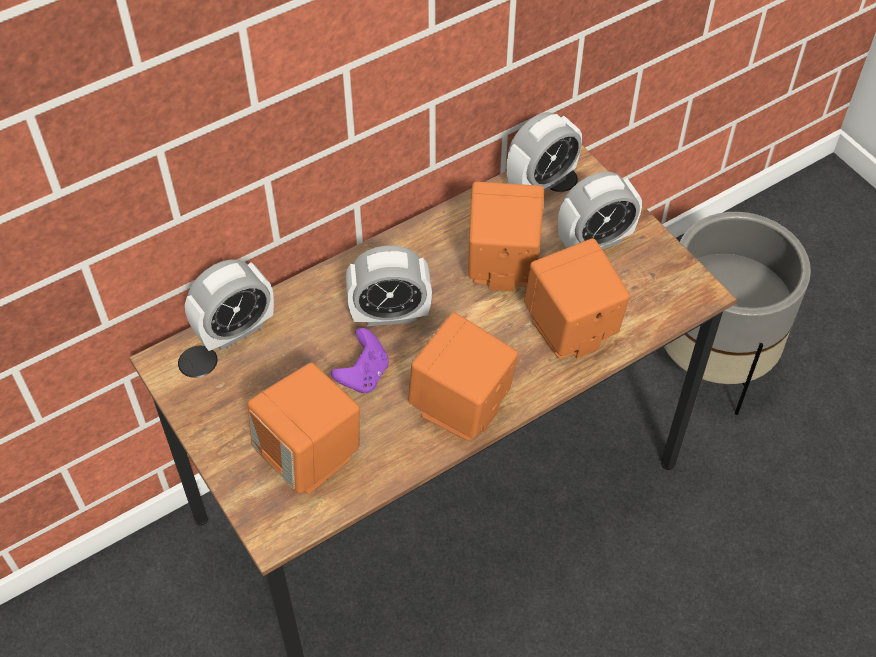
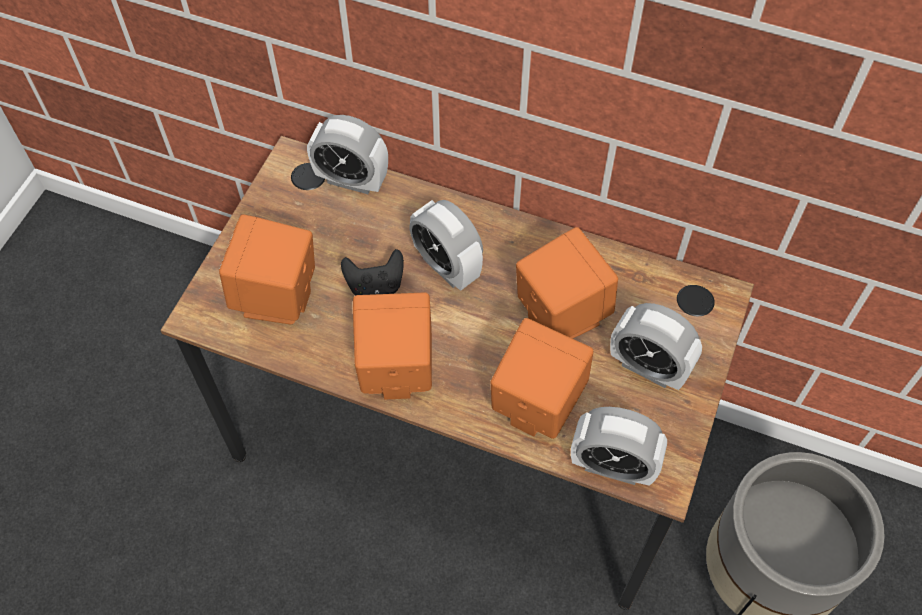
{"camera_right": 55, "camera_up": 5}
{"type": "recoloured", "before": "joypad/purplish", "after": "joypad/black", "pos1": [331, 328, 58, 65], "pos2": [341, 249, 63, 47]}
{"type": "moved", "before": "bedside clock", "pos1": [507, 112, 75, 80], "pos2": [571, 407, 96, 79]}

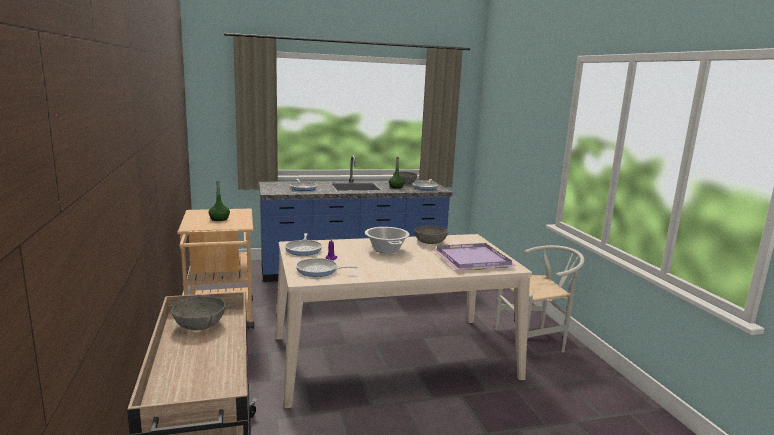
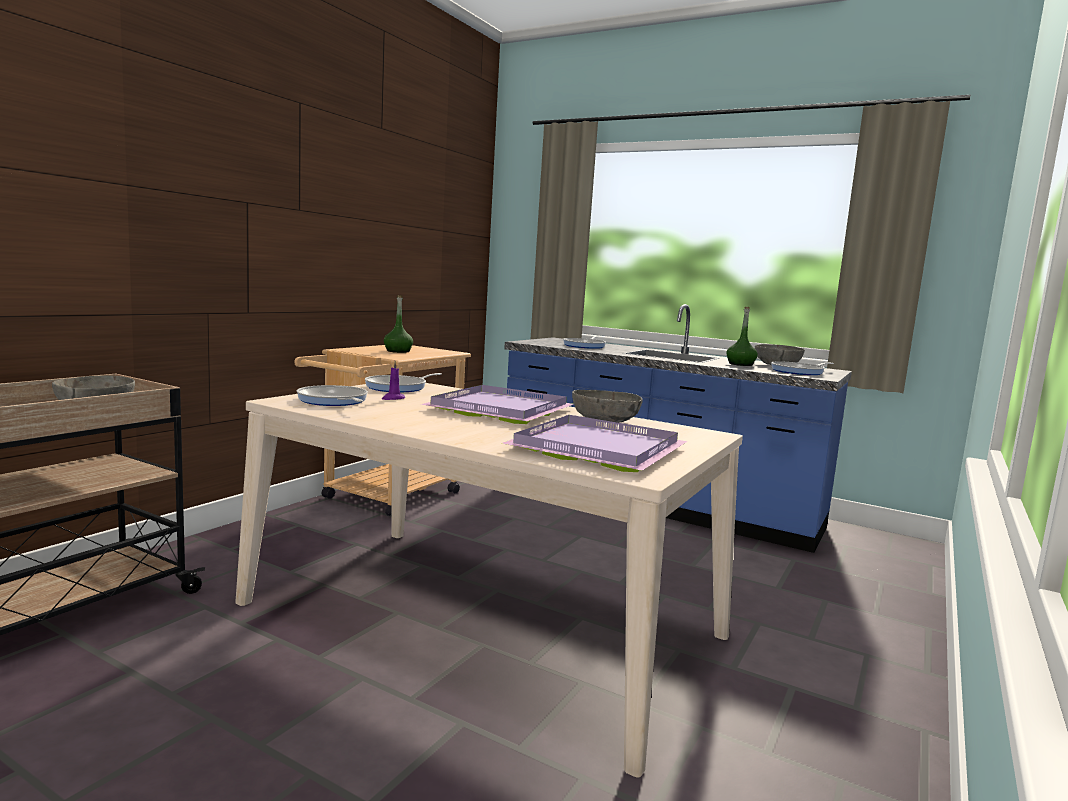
{"camera_right": 45, "camera_up": -5}
{"type": "replaced", "before": "saucepot", "after": "carrying tray/purplish", "pos1": [365, 227, 45, 27], "pos2": [421, 385, 153, 39]}
{"type": "removed", "before": "upright chair/white-coloured", "pos1": [495, 245, 90, 108]}

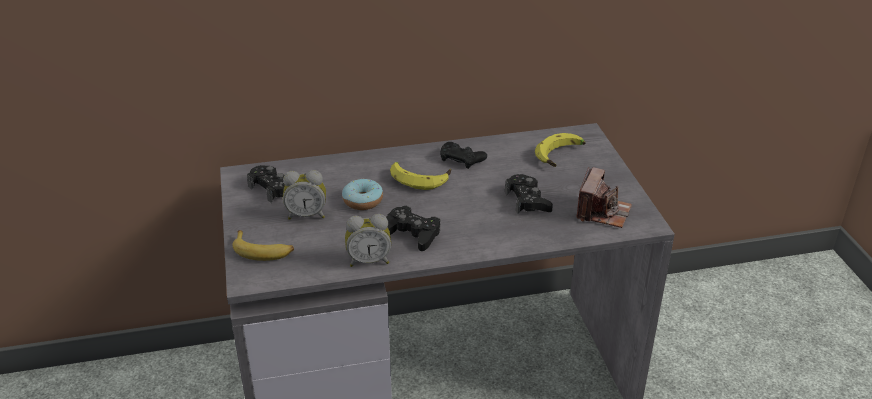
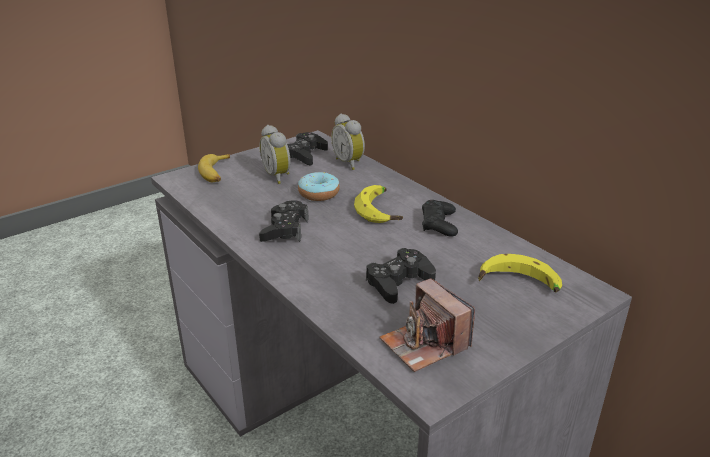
{"camera_right": 65, "camera_up": -5}
{"type": "moved", "before": "bedside clock", "pos1": [345, 214, 46, 53], "pos2": [331, 114, 34, 56]}
{"type": "turned", "before": "still camera", "pos1": [576, 167, 56, 61], "pos2": [379, 278, 96, 94], "turn": 60}

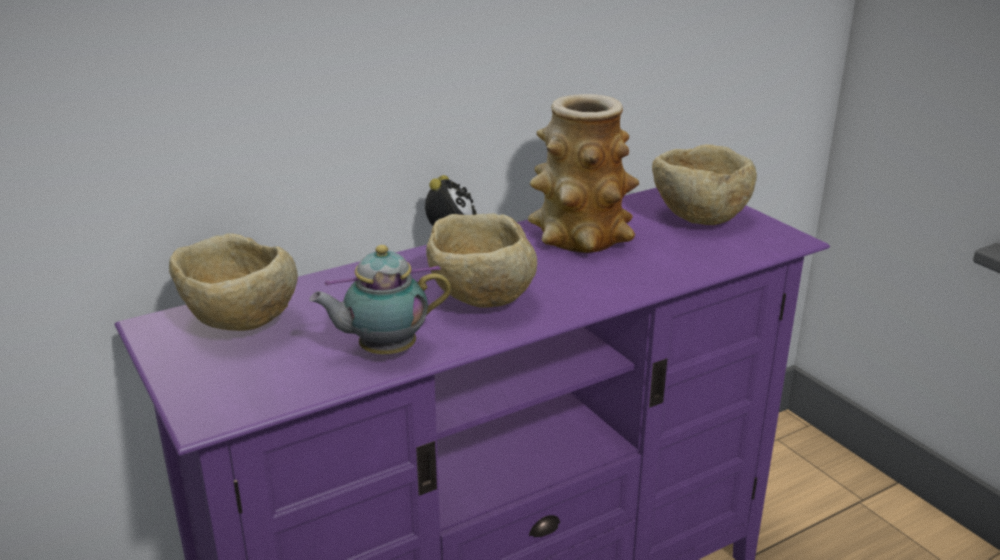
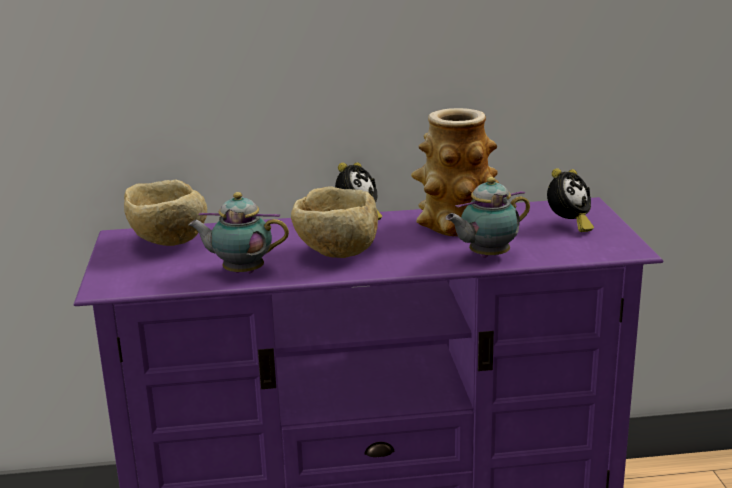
{"camera_right": 25, "camera_up": -5}
{"type": "added", "after": "pot for tea", "pos2": [445, 177, 85, 81]}
{"type": "replaced", "before": "bowl/beige", "after": "bedside clock", "pos1": [652, 144, 105, 81], "pos2": [547, 168, 47, 64]}

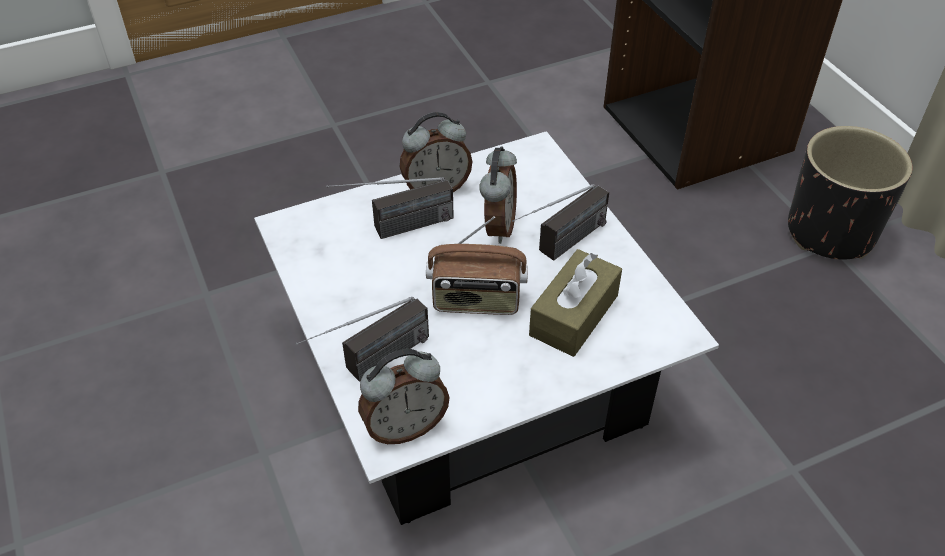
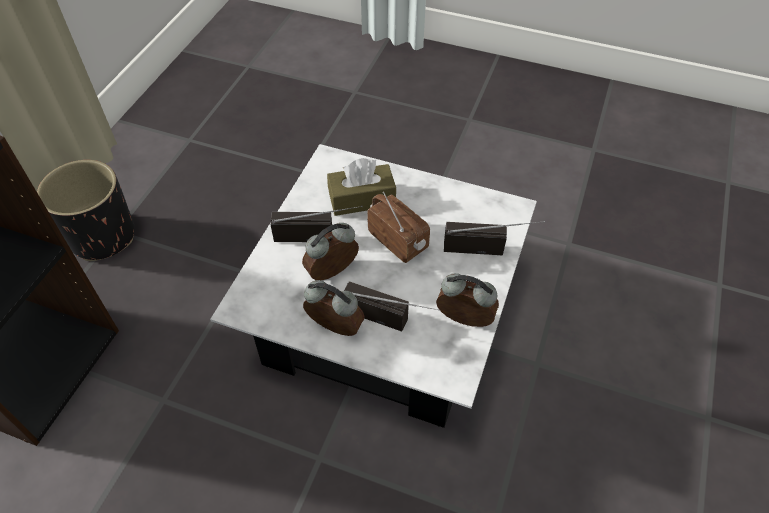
{"camera_right": -135, "camera_up": 5}
{"type": "moved", "before": "bedside clock", "pos1": [358, 349, 92, 95], "pos2": [436, 273, 63, 54]}

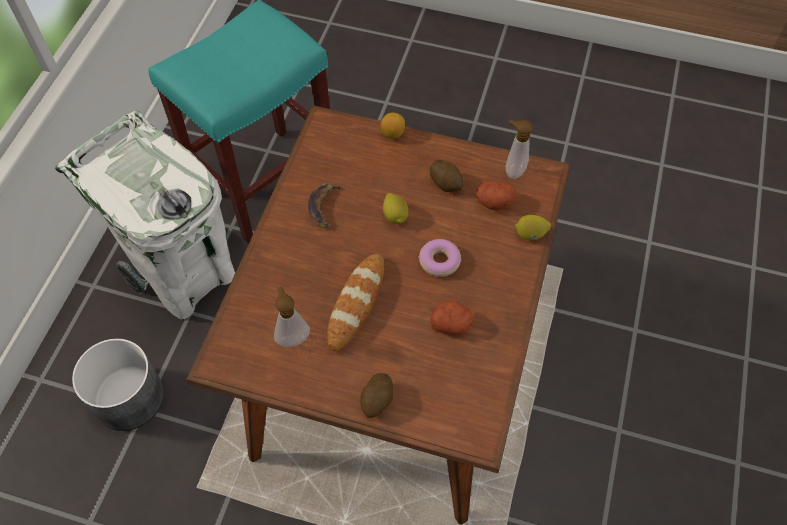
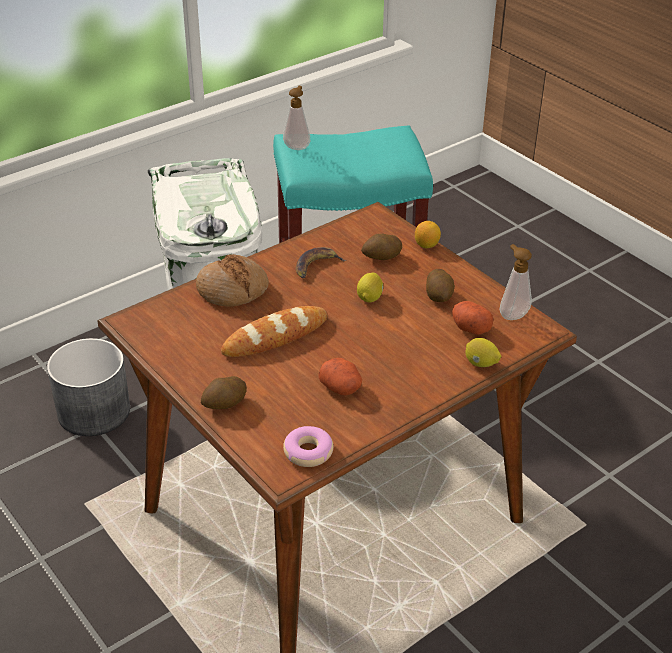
{"camera_right": 35, "camera_up": -20}
{"type": "added", "after": "baked bread", "pos2": [196, 254, 73, 53]}
{"type": "moved", "before": "soap dispenser", "pos1": [274, 287, 36, 60], "pos2": [283, 86, 27, 64]}
{"type": "moved", "before": "ring doughnut", "pos1": [418, 239, 43, 38], "pos2": [283, 426, 50, 41]}
{"type": "added", "after": "spud", "pos2": [361, 234, 41, 26]}

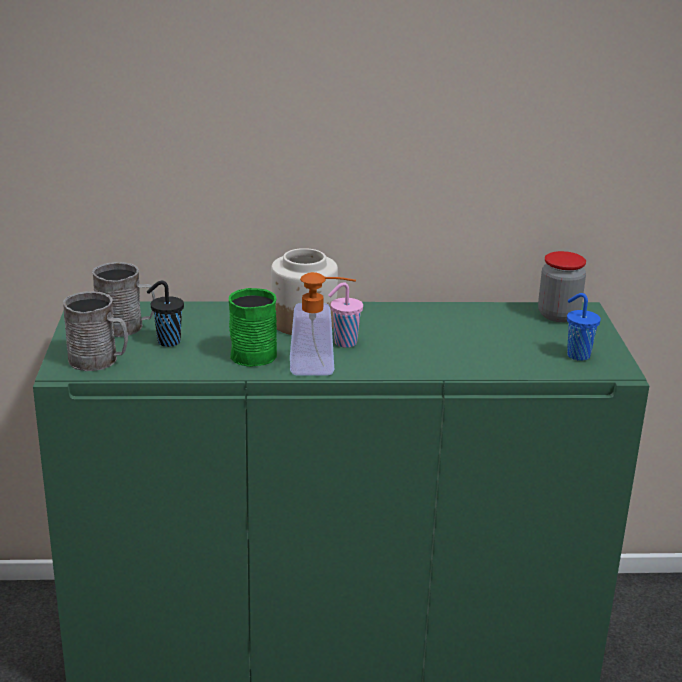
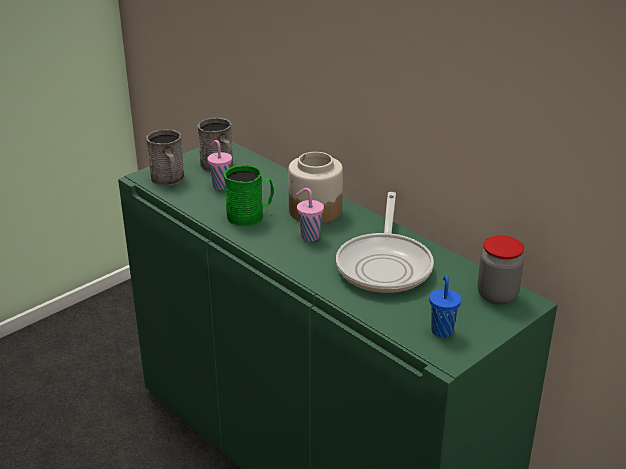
{"camera_right": 50, "camera_up": 5}
{"type": "recoloured", "before": "cup/black", "after": "cup/pink-coloured", "pos1": [147, 281, 37, 66], "pos2": [207, 140, 25, 50]}
{"type": "added", "after": "skillet", "pos2": [336, 192, 98, 101]}
{"type": "removed", "before": "soap dispenser", "pos1": [290, 272, 66, 104]}

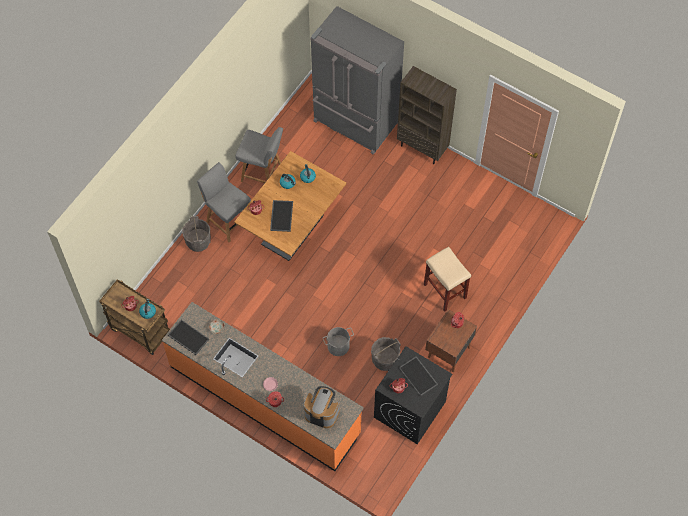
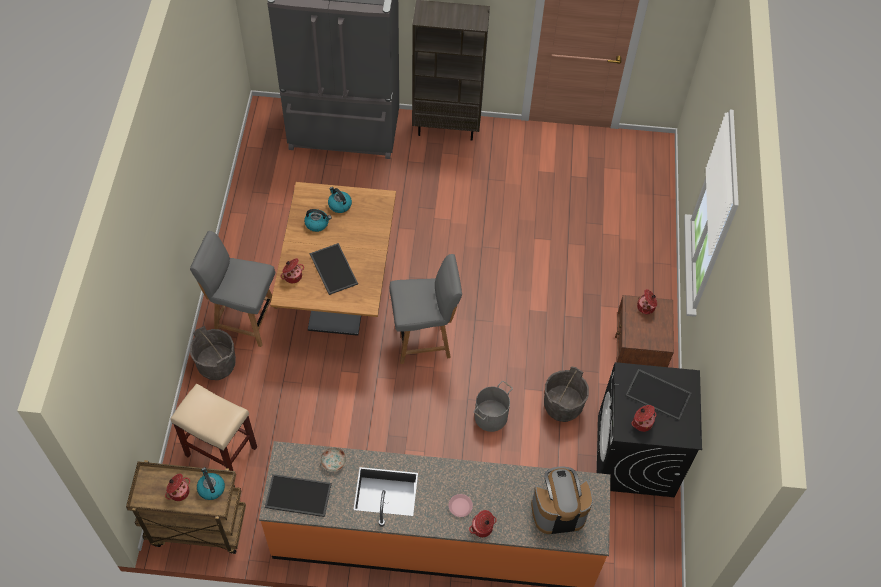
{"camera_right": -30, "camera_up": -5}
{"type": "moved", "before": "sitting stool/beige", "pos1": [424, 247, 47, 65], "pos2": [171, 384, 86, 95]}
{"type": "moved", "before": "upright chair/grey", "pos1": [235, 127, 48, 56], "pos2": [390, 254, 72, 110]}

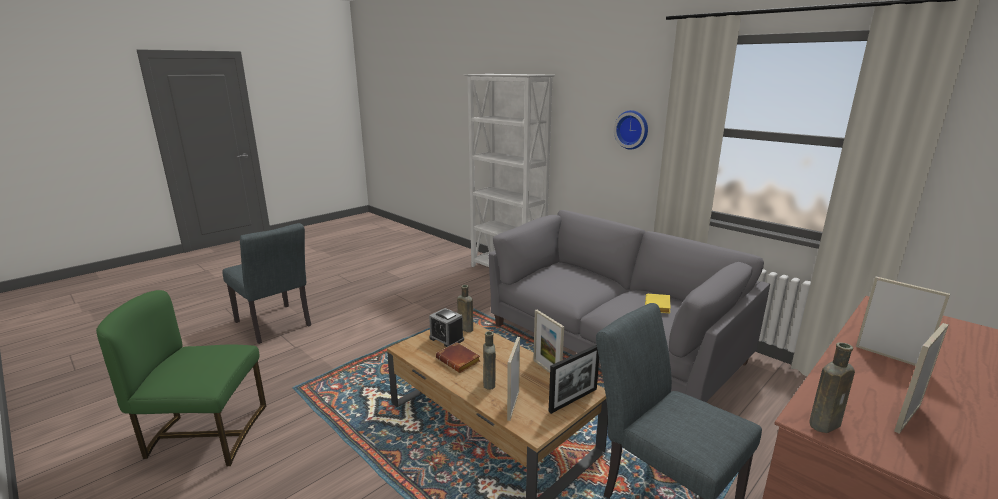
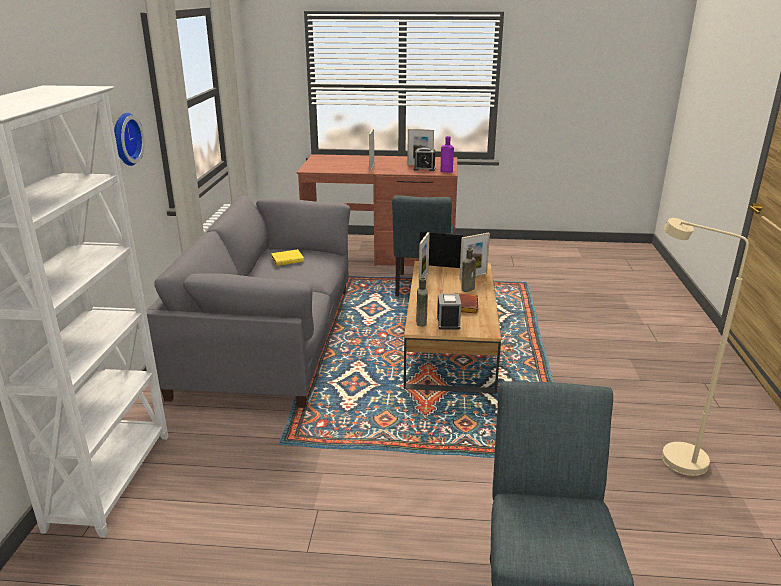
{"camera_right": -130, "camera_up": 5}
{"type": "added", "after": "bedside clock", "pos2": [414, 147, 22, 24]}
{"type": "recoloured", "before": "bottle/brown-coloured", "after": "bottle/purplish", "pos1": [809, 342, 46, 91], "pos2": [440, 136, 14, 37]}
{"type": "replaced", "before": "upright chair/greenish", "after": "floor lamp/beige", "pos1": [96, 290, 170, 176], "pos2": [662, 218, 87, 258]}

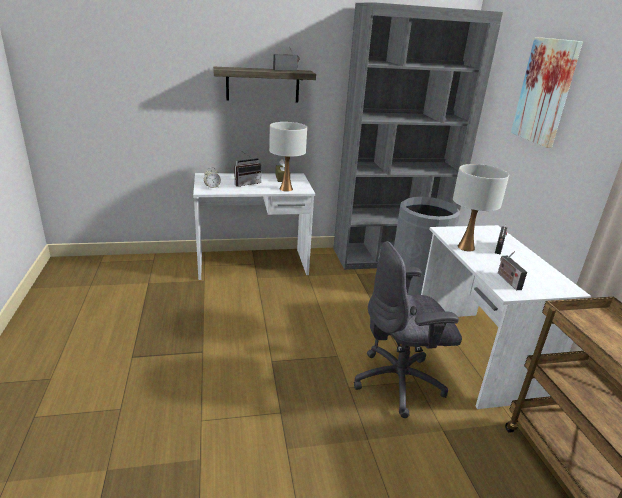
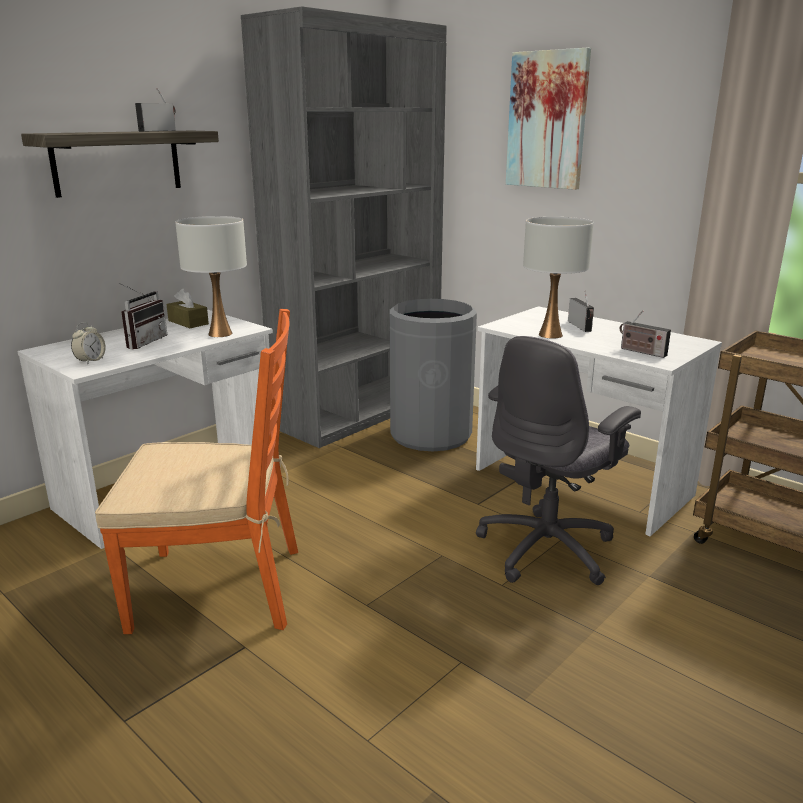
{"camera_right": -35, "camera_up": -5}
{"type": "added", "after": "upright chair/orange", "pos2": [95, 309, 203, 325]}

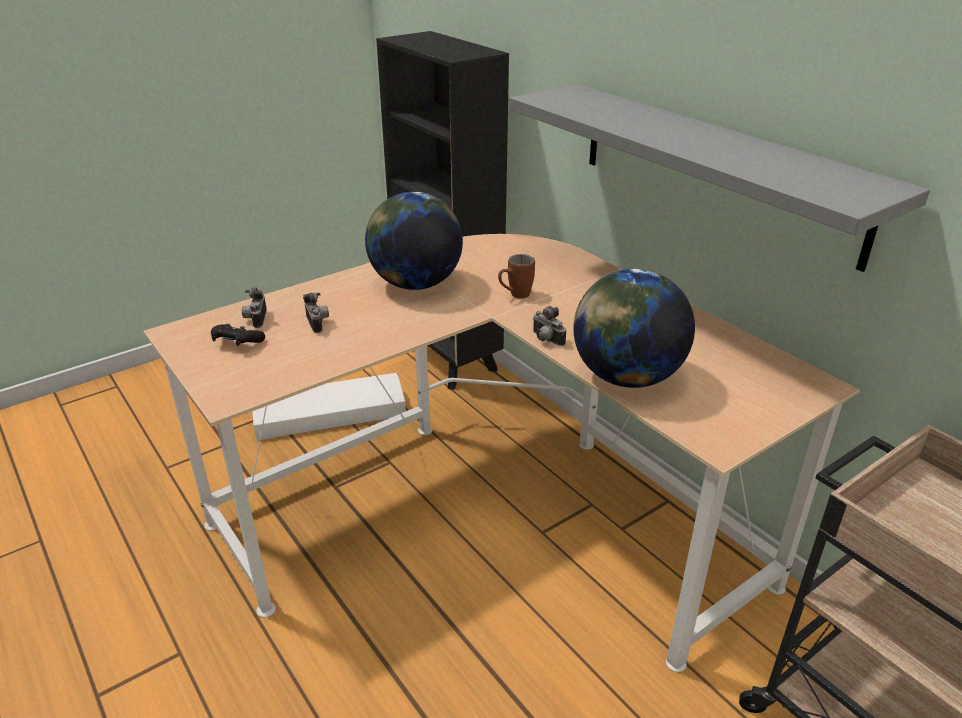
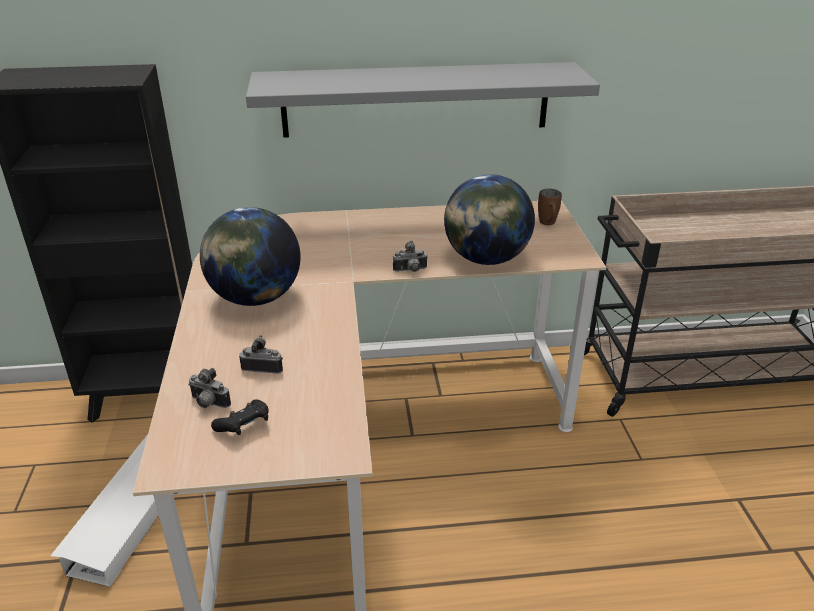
{"camera_right": -60, "camera_up": 0}
{"type": "moved", "before": "mug/brown-coloured", "pos1": [498, 254, 37, 44], "pos2": [538, 189, 24, 36]}

